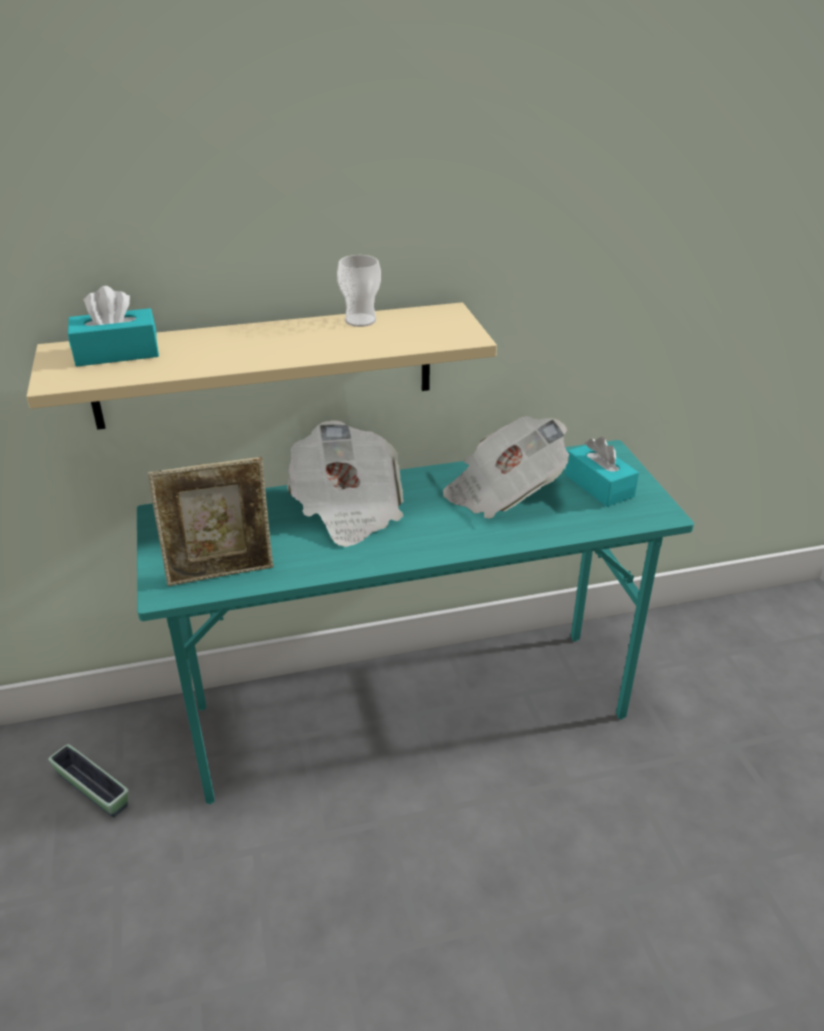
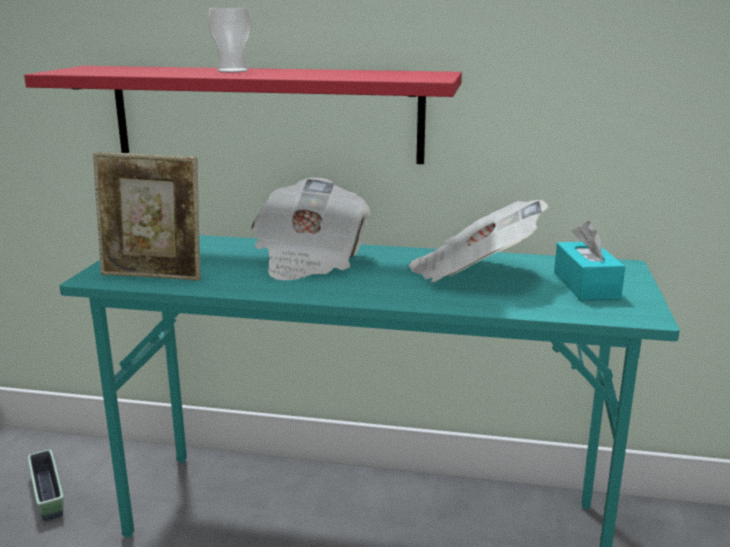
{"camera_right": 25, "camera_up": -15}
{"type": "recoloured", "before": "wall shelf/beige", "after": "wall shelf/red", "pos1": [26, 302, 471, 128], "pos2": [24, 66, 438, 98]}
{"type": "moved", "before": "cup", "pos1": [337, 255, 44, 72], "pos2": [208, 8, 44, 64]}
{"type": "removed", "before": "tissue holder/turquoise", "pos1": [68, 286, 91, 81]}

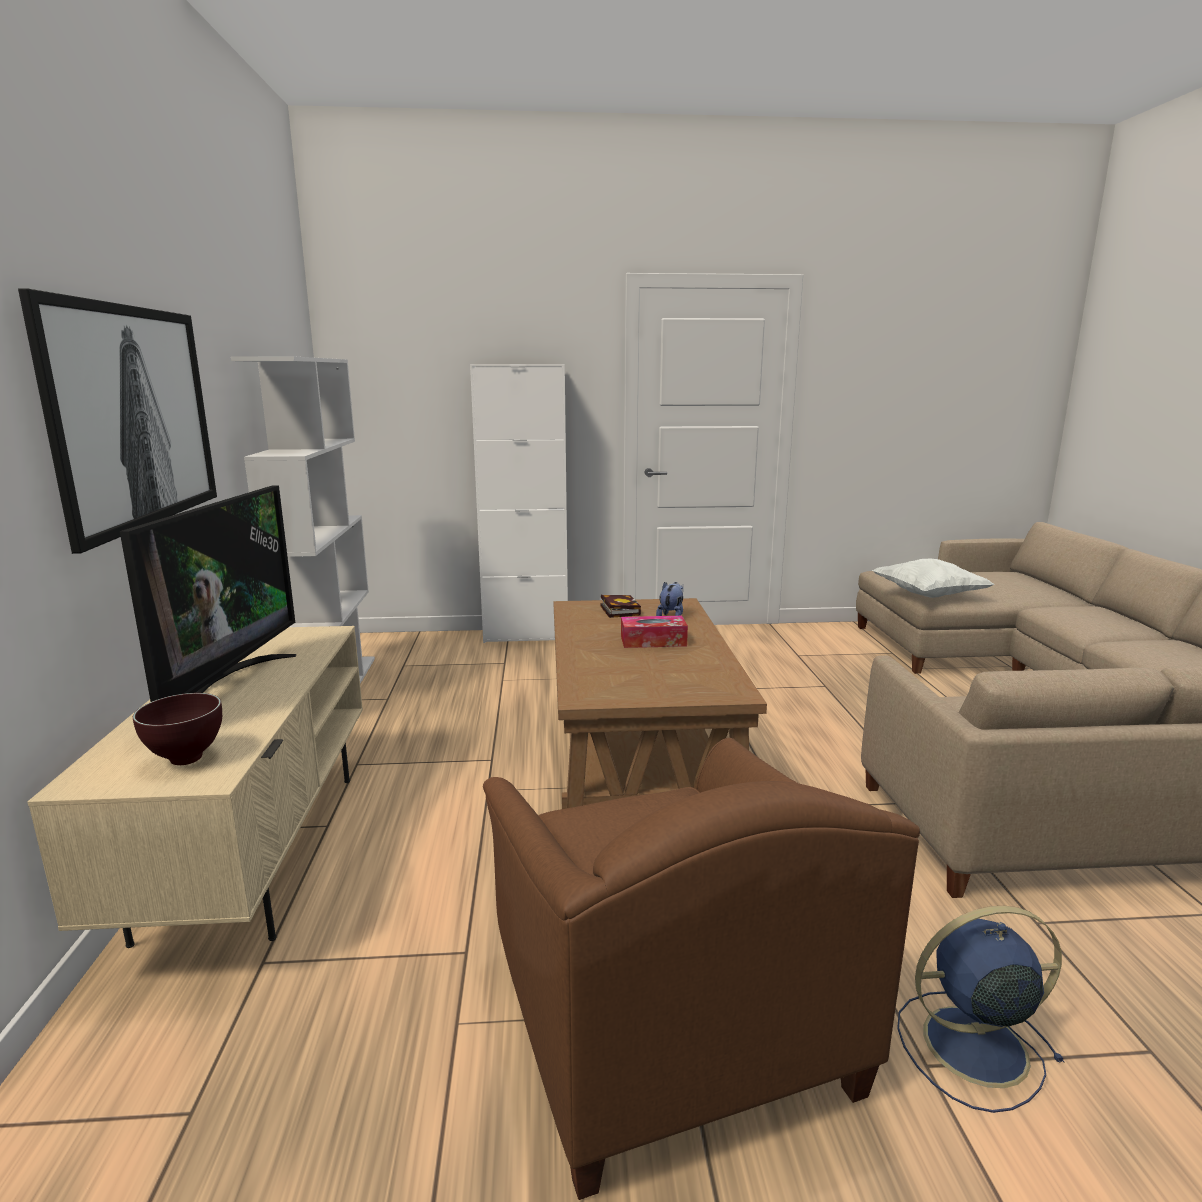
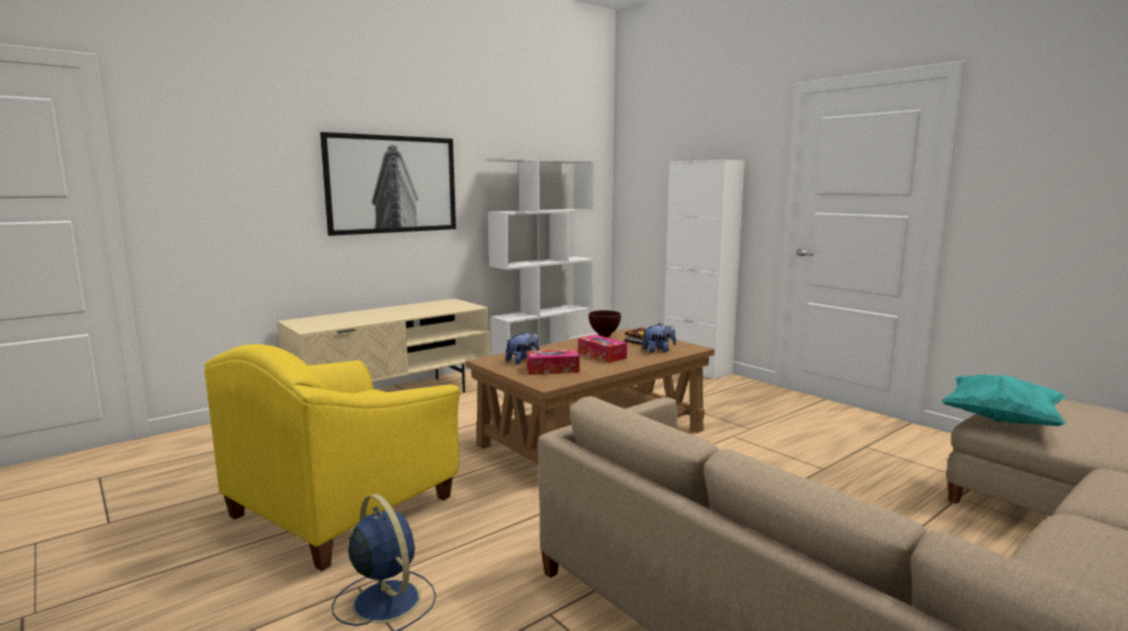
{"camera_right": 55, "camera_up": -5}
{"type": "recoloured", "before": "armchair/brown-coloured", "after": "armchair/yellowish", "pos1": [483, 738, 437, 462], "pos2": [204, 344, 256, 227]}
{"type": "added", "after": "soft toy", "pos2": [505, 331, 35, 33]}
{"type": "added", "after": "tissue holder", "pos2": [527, 349, 52, 26]}
{"type": "moved", "before": "bowl/brown-coloured", "pos1": [133, 693, 89, 72], "pos2": [589, 310, 32, 27]}
{"type": "recoloured", "before": "throw pillow/white-coloured", "after": "throw pillow/turquoise", "pos1": [872, 558, 123, 40], "pos2": [941, 374, 126, 52]}
{"type": "removed", "before": "TV set", "pos1": [120, 485, 176, 217]}

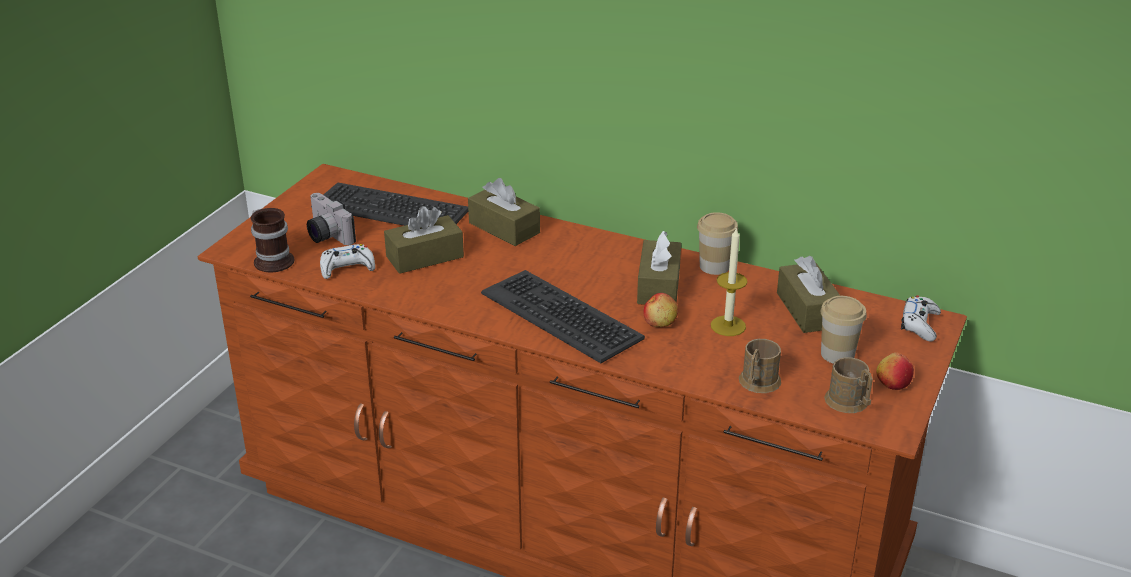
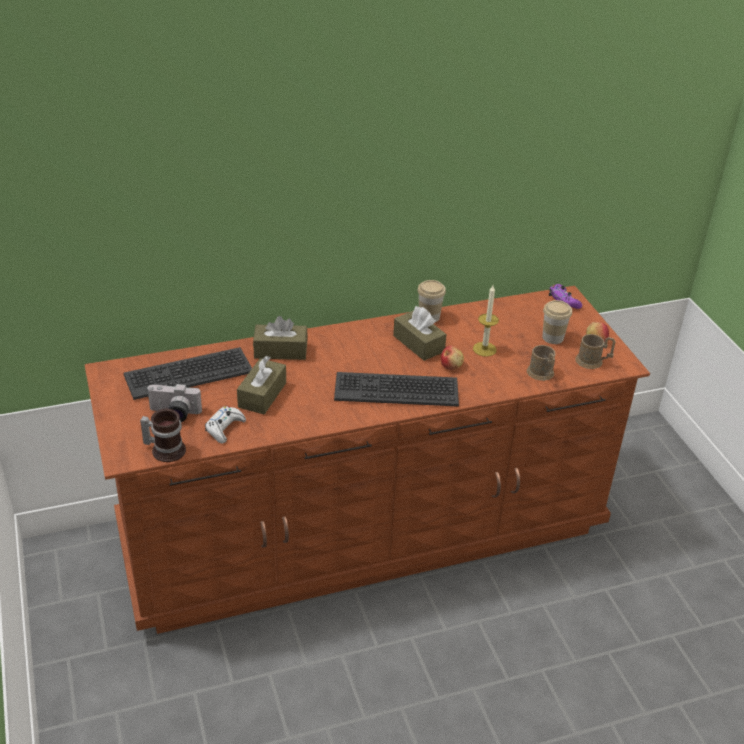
{"camera_right": -45, "camera_up": 5}
{"type": "recoloured", "before": "joypad/white-coloured", "after": "joypad/purplish", "pos1": [901, 295, 40, 47], "pos2": [549, 284, 33, 25]}
{"type": "removed", "before": "tissue holder/brown-coloured", "pos1": [777, 256, 63, 77]}

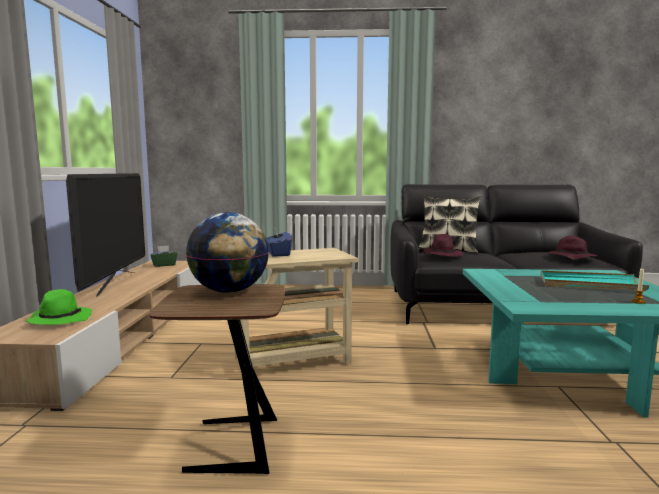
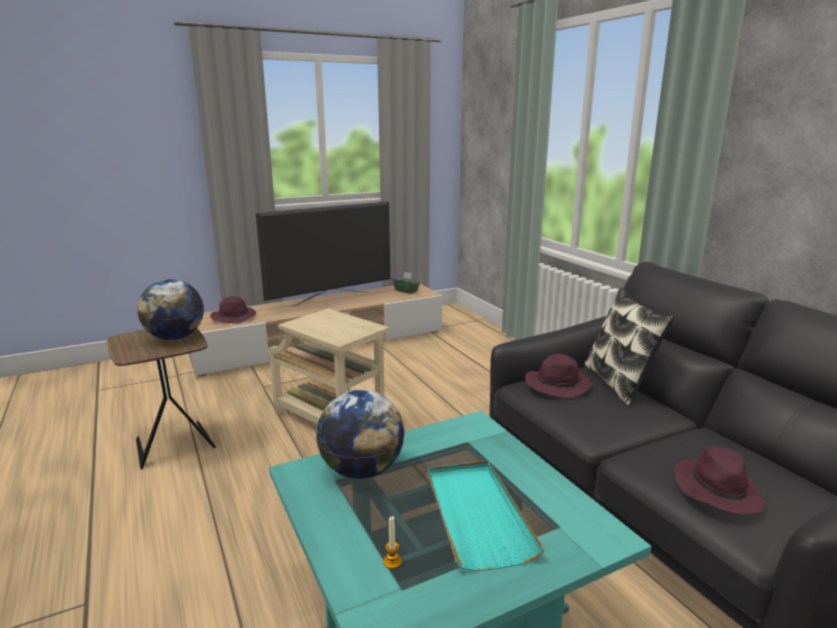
{"camera_right": 60, "camera_up": 10}
{"type": "recoloured", "before": "wearable hat/greenish", "after": "wearable hat/purplish", "pos1": [25, 289, 67, 36], "pos2": [210, 296, 46, 28]}
{"type": "added", "after": "world globe", "pos2": [316, 389, 89, 90]}
{"type": "removed", "before": "tissue holder/blue", "pos1": [266, 229, 26, 28]}

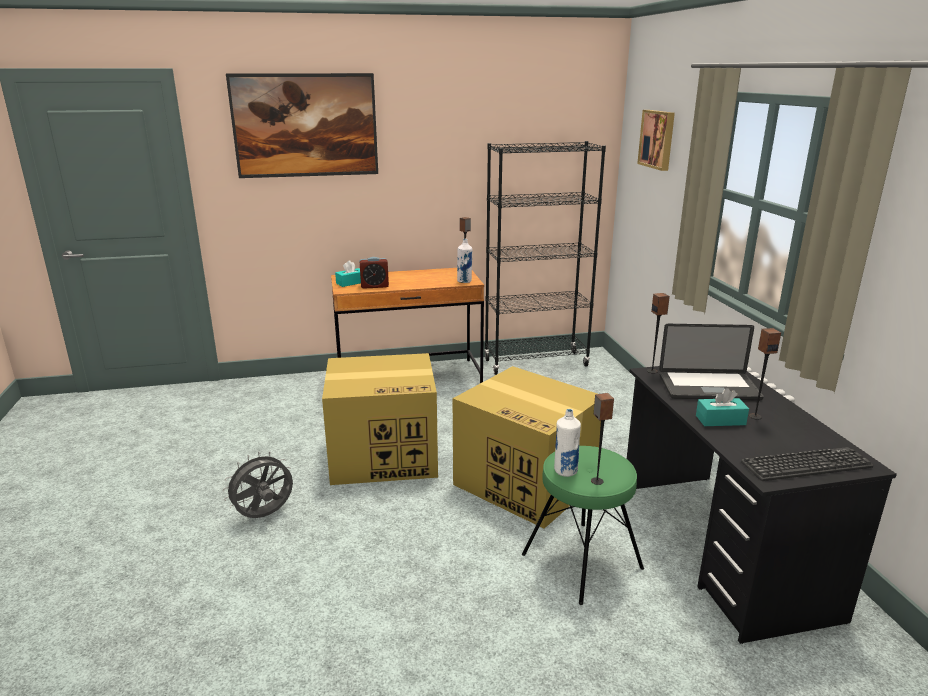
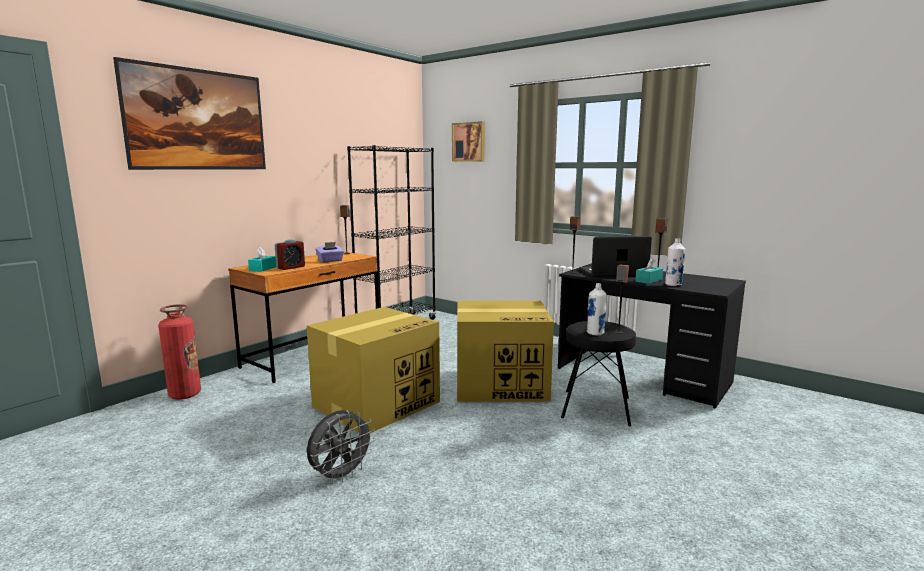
{"camera_right": -40, "camera_up": -10}
{"type": "added", "after": "fire extinguisher", "pos2": [158, 304, 43, 96]}
{"type": "turned", "before": "fan/grey", "pos1": [223, 452, 70, 66], "pos2": [307, 410, 68, 74], "turn": -150}
{"type": "added", "after": "tissue holder/purplish", "pos2": [316, 242, 28, 20]}
{"type": "recoloured", "before": "sitting stool/greenish", "after": "sitting stool/black", "pos1": [522, 446, 122, 159], "pos2": [561, 321, 75, 105]}
{"type": "turned", "before": "portable computer", "pos1": [659, 324, 105, 77], "pos2": [580, 236, 72, 40], "turn": -150}
{"type": "moved", "before": "bottle/white-coloured", "pos1": [457, 239, 15, 44], "pos2": [665, 238, 20, 48]}
{"type": "removed", "before": "keyboard", "pos1": [741, 447, 132, 34]}

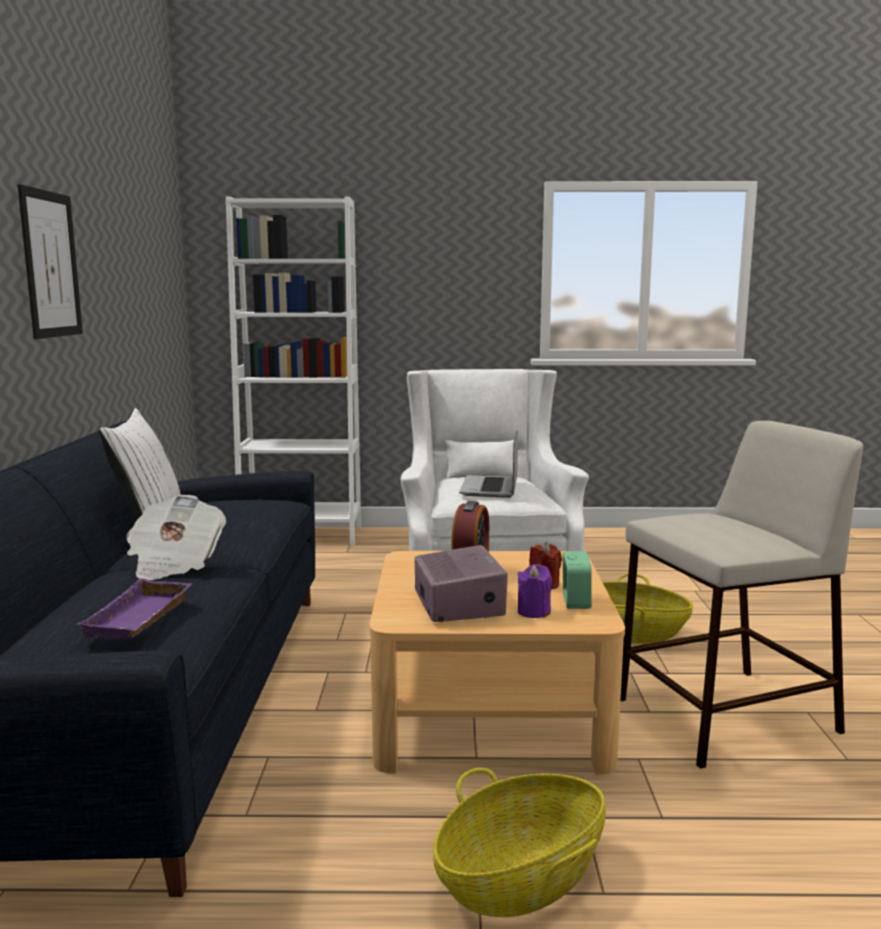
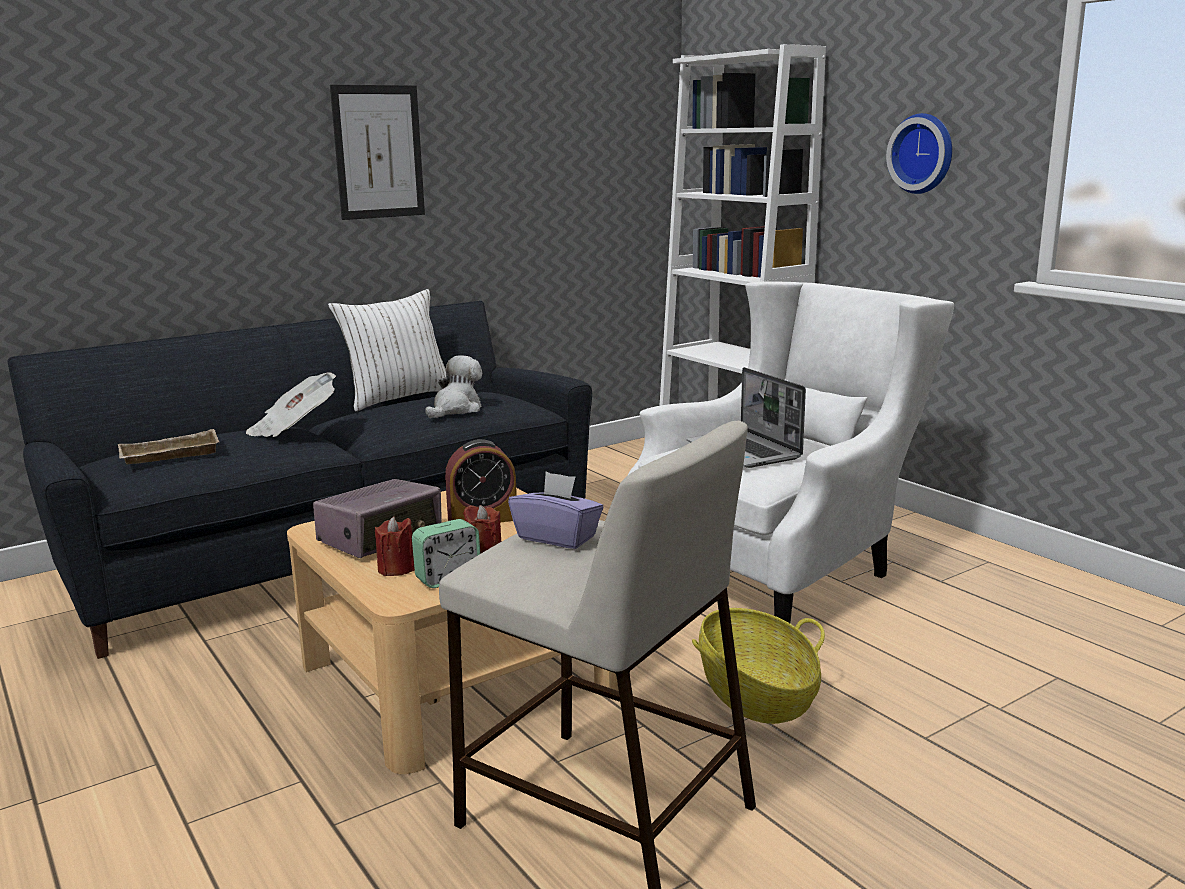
{"camera_right": 55, "camera_up": 5}
{"type": "recoloured", "before": "carrying tray/purplish", "after": "carrying tray/beige", "pos1": [77, 578, 116, 60], "pos2": [118, 429, 101, 36]}
{"type": "recoloured", "before": "candle/purplish", "after": "candle/red", "pos1": [517, 564, 35, 54], "pos2": [375, 516, 40, 60]}
{"type": "added", "after": "soft toy", "pos2": [425, 355, 57, 63]}
{"type": "added", "after": "tissue holder/purplish", "pos2": [508, 471, 95, 78]}
{"type": "turned", "before": "portable computer", "pos1": [459, 430, 59, 68], "pos2": [687, 367, 119, 101], "turn": -90}
{"type": "added", "after": "clock on the wall", "pos2": [886, 113, 66, 81]}
{"type": "removed", "before": "basket", "pos1": [433, 768, 173, 149]}

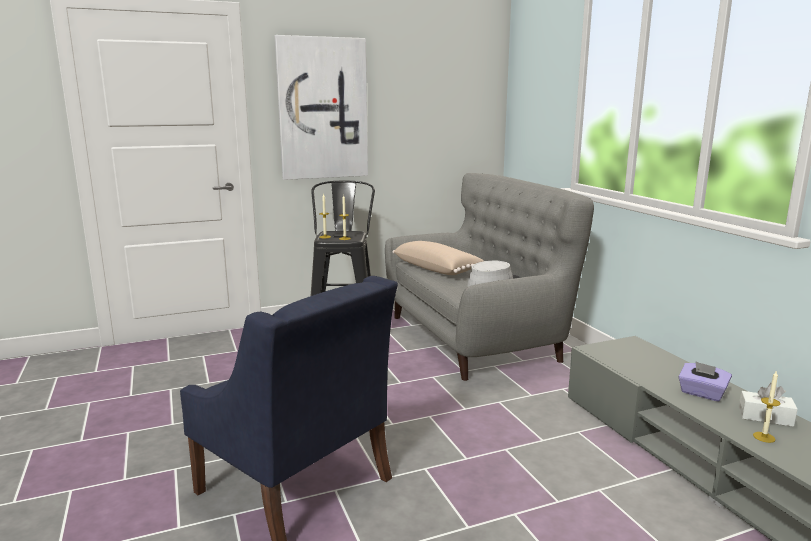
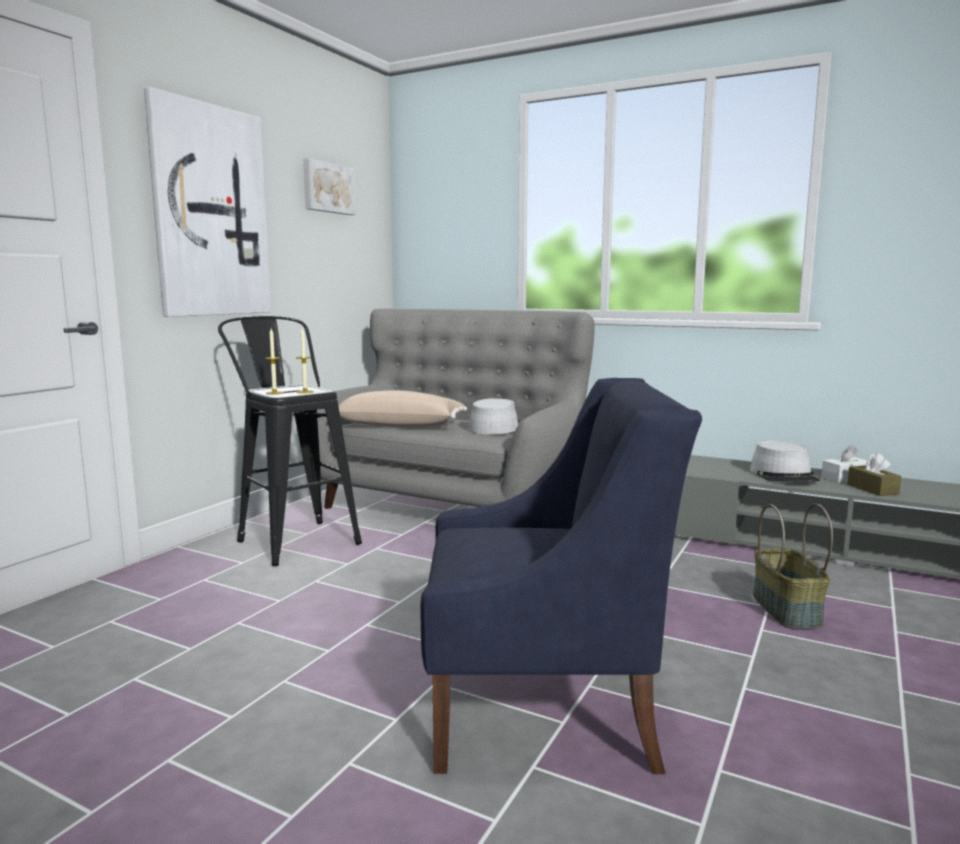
{"camera_right": -40, "camera_up": -5}
{"type": "added", "after": "wall art", "pos2": [303, 158, 53, 57]}
{"type": "replaced", "before": "tissue holder/purplish", "after": "wearable hat/grey", "pos1": [678, 361, 54, 41], "pos2": [750, 441, 70, 41]}
{"type": "added", "after": "basket", "pos2": [753, 504, 80, 125]}
{"type": "replaced", "before": "candle", "after": "tissue holder/brown-coloured", "pos1": [753, 371, 27, 72], "pos2": [848, 453, 53, 43]}

